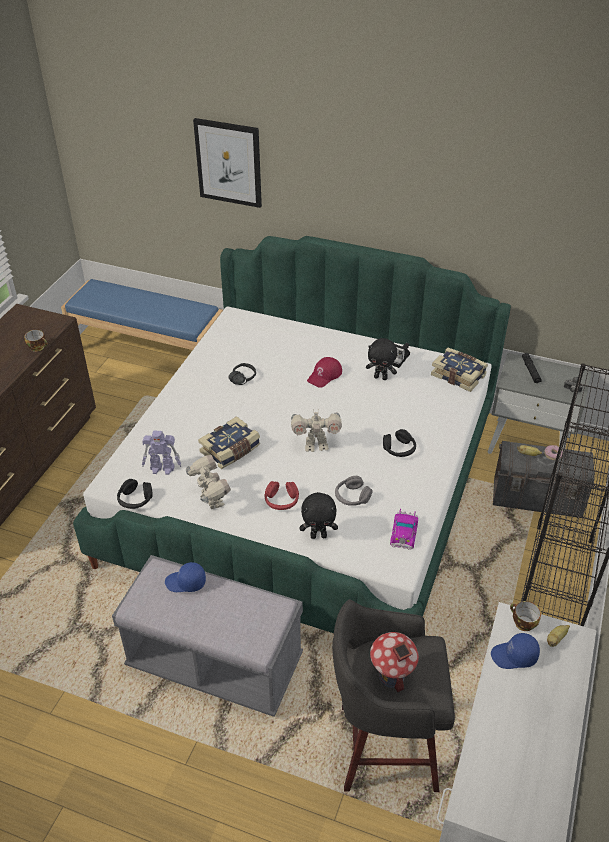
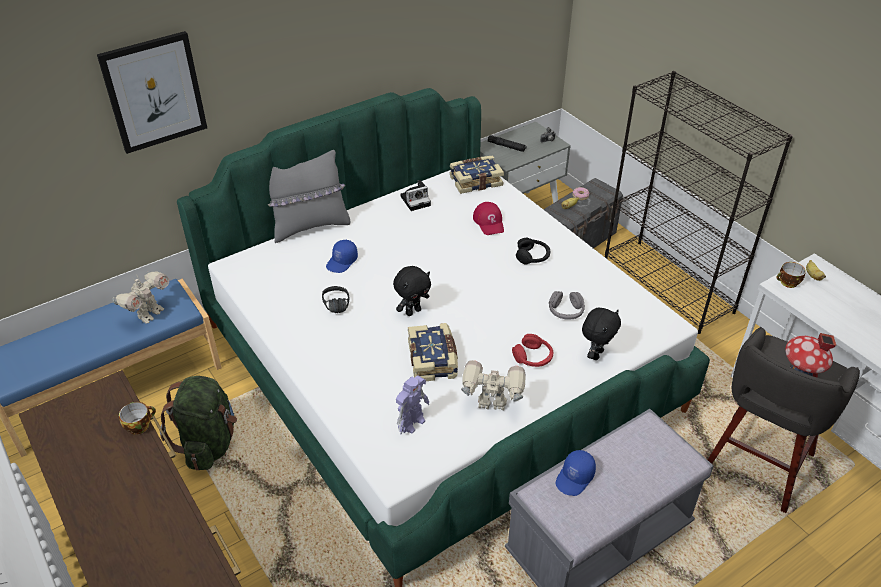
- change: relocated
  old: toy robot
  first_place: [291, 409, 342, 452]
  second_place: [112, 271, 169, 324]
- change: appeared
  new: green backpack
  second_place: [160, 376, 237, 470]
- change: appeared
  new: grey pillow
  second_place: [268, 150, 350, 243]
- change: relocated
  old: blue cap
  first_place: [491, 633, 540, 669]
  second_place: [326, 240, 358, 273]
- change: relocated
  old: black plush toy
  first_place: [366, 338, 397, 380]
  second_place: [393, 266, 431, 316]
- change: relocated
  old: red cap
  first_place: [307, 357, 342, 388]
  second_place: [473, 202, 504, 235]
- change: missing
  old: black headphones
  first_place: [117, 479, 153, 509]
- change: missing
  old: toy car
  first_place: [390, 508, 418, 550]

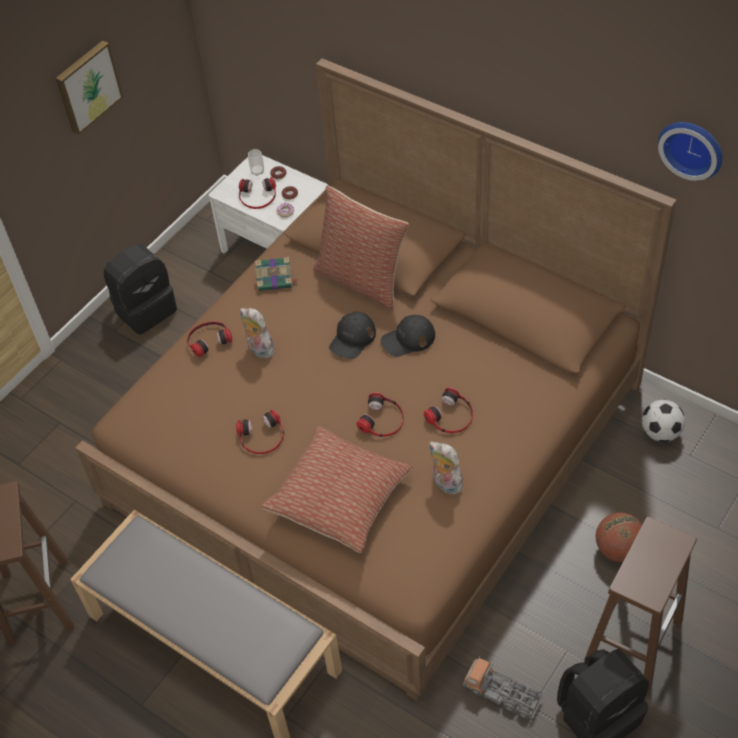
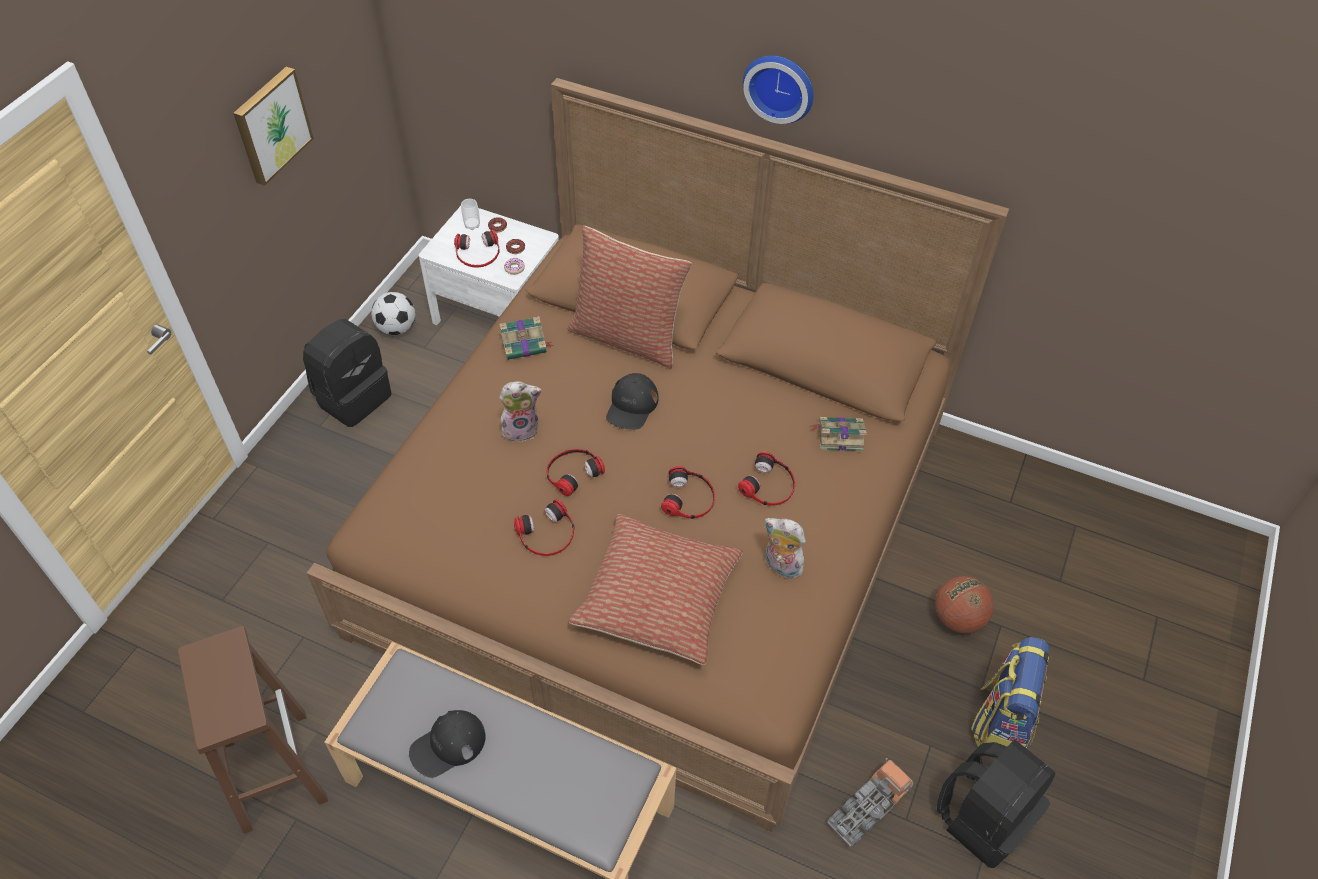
- change: relocated
  old: football
  first_place: [642, 400, 685, 442]
  second_place: [371, 292, 415, 335]
- change: relocated
  old: black cap
  first_place: [381, 315, 435, 357]
  second_place: [409, 710, 486, 778]
- change: spun
  old: plush toy
  first_place: [240, 308, 275, 358]
  second_place: [499, 381, 542, 442]
  degrees: 135
- change: relocated
  old: headphones
  first_place: [187, 322, 232, 357]
  second_place: [547, 449, 605, 496]
- change: relocated
  old: wall clock
  first_place: [658, 122, 722, 181]
  second_place: [743, 55, 814, 124]
- change: appeared
  new: book
  second_place: [812, 417, 867, 452]
- change: spun
  old: toy truck
  first_place: [463, 656, 543, 719]
  second_place: [827, 758, 913, 847]
  degrees: 120
- change: exchanged
  old: brown stool
  new: backpack
  first_place: [584, 517, 697, 692]
  second_place: [971, 637, 1049, 748]

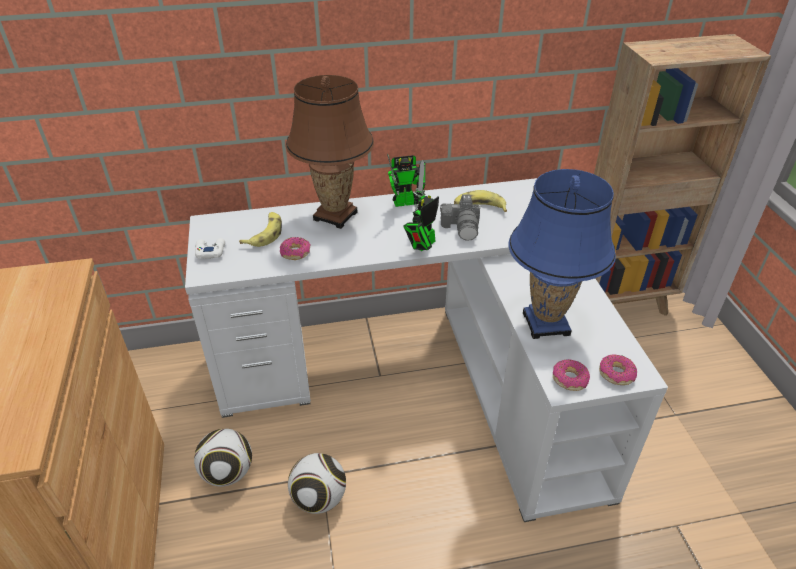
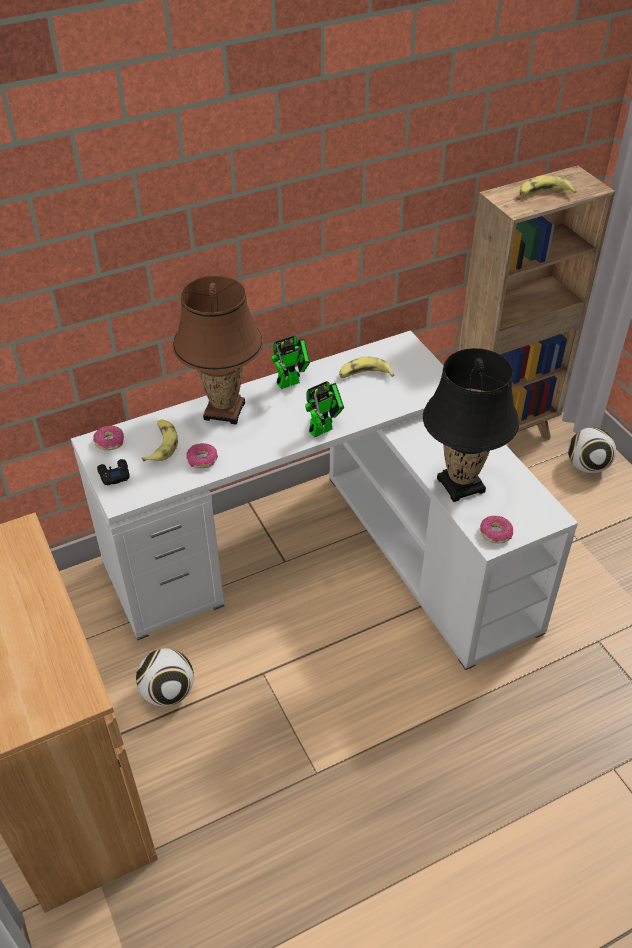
- change: relocated
  old: donut
  first_place: [599, 354, 637, 385]
  second_place: [93, 426, 124, 450]
- change: colour
  old: white game controller
  new: black game controller
  first_place: [195, 238, 225, 259]
  second_place: [97, 459, 130, 486]
- change: spun
  old: toy robot
  first_place: [403, 160, 439, 251]
  second_place: [305, 381, 344, 437]
  degrees: -150
- change: colour
  old: blue table lamp
  new: black table lamp
  first_place: [509, 169, 616, 339]
  second_place: [423, 348, 519, 502]
- change: appeared
  new: banana
  second_place: [520, 175, 577, 197]
- change: relocated
  old: football
  first_place: [288, 453, 346, 514]
  second_place: [568, 427, 616, 474]
- change: missing
  old: photo camera
  first_place: [440, 195, 481, 241]

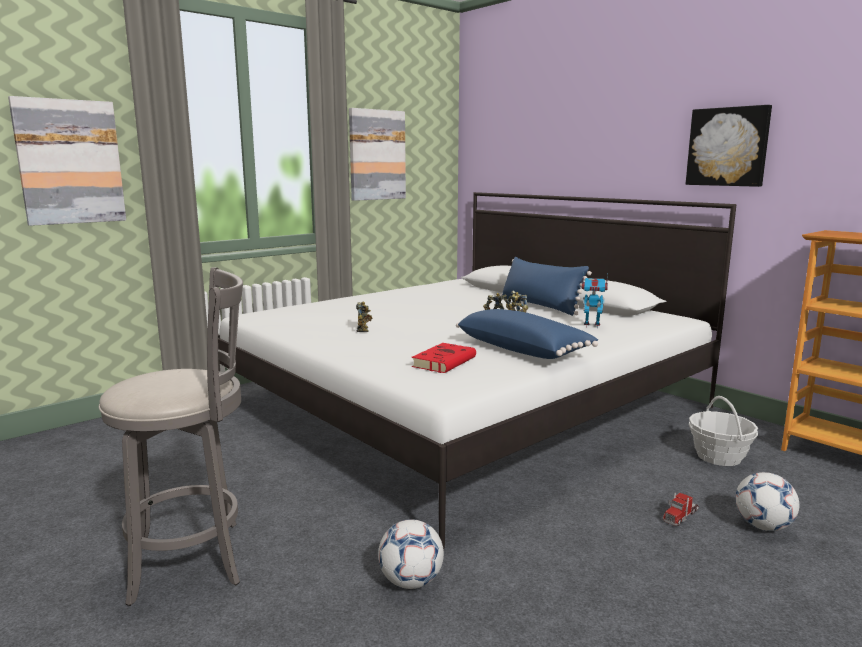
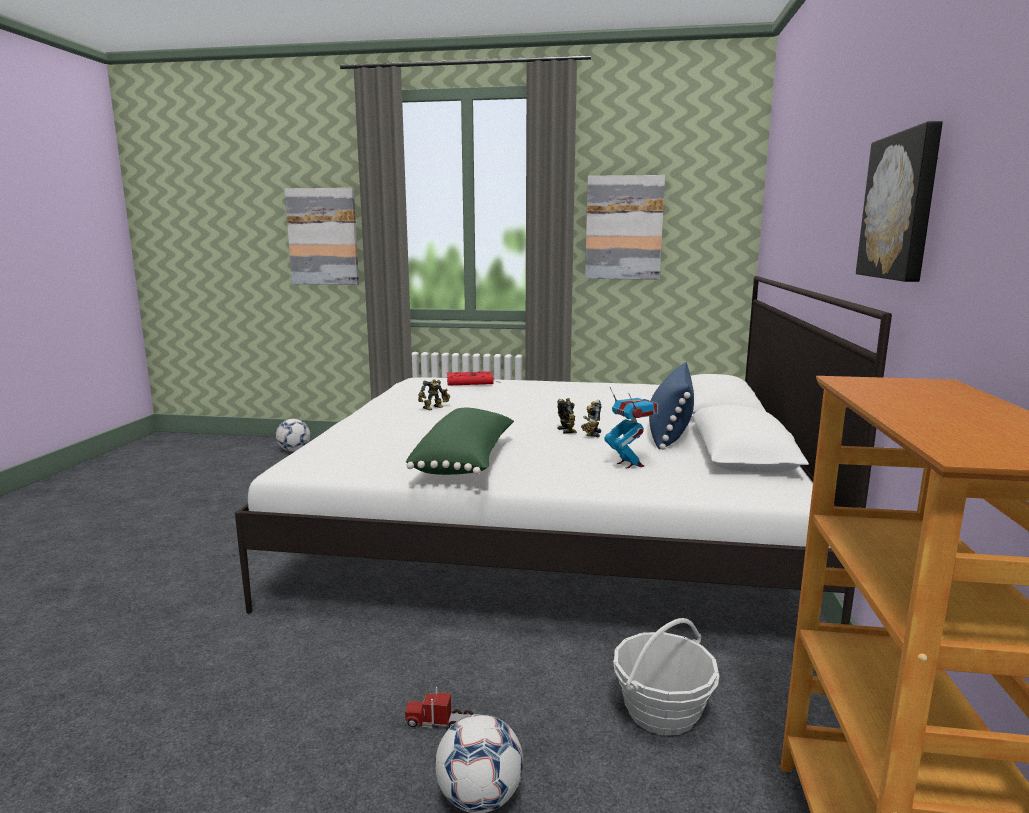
- change: relocated
  old: football
  first_place: [378, 519, 444, 589]
  second_place: [276, 419, 310, 452]
- change: colour
  old: blue pillow
  new: green pillow
  first_place: [456, 309, 598, 359]
  second_place: [406, 408, 514, 475]
- change: relocated
  old: red book
  first_place: [411, 343, 476, 373]
  second_place: [447, 371, 497, 386]
- change: missing
  old: grey stool
  first_place: [99, 267, 243, 606]

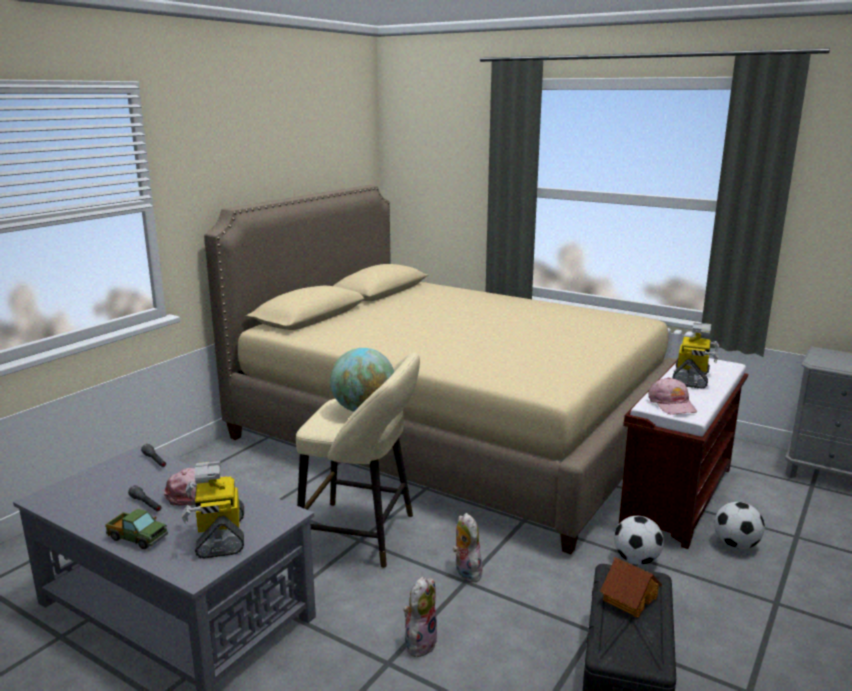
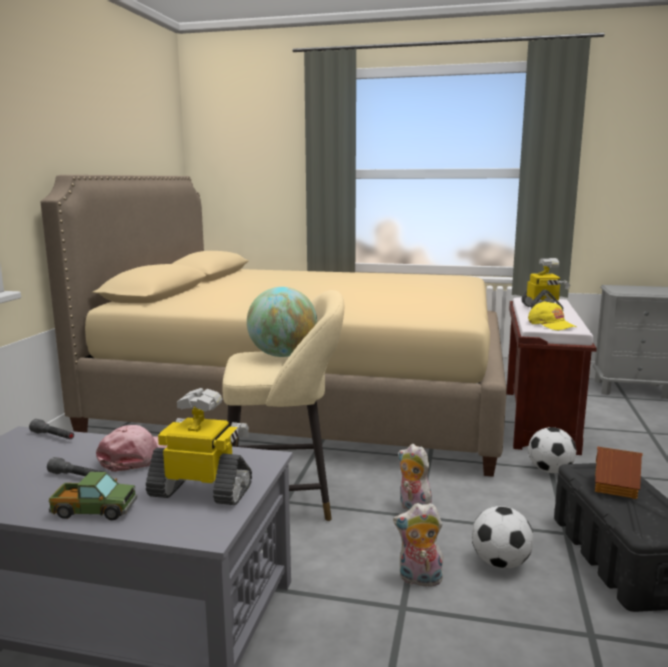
- change: spun
  old: toy robot
  first_place: [182, 461, 244, 559]
  second_place: [146, 388, 252, 505]
  degrees: 135
- change: spun
  old: plush toy
  first_place: [403, 576, 438, 657]
  second_place: [393, 503, 443, 588]
  degrees: -90
- change: relocated
  old: football
  first_place: [714, 502, 765, 549]
  second_place: [472, 506, 534, 569]
- change: colour
  old: pink cap
  new: yellow cap
  first_place: [648, 377, 697, 415]
  second_place: [528, 301, 577, 330]

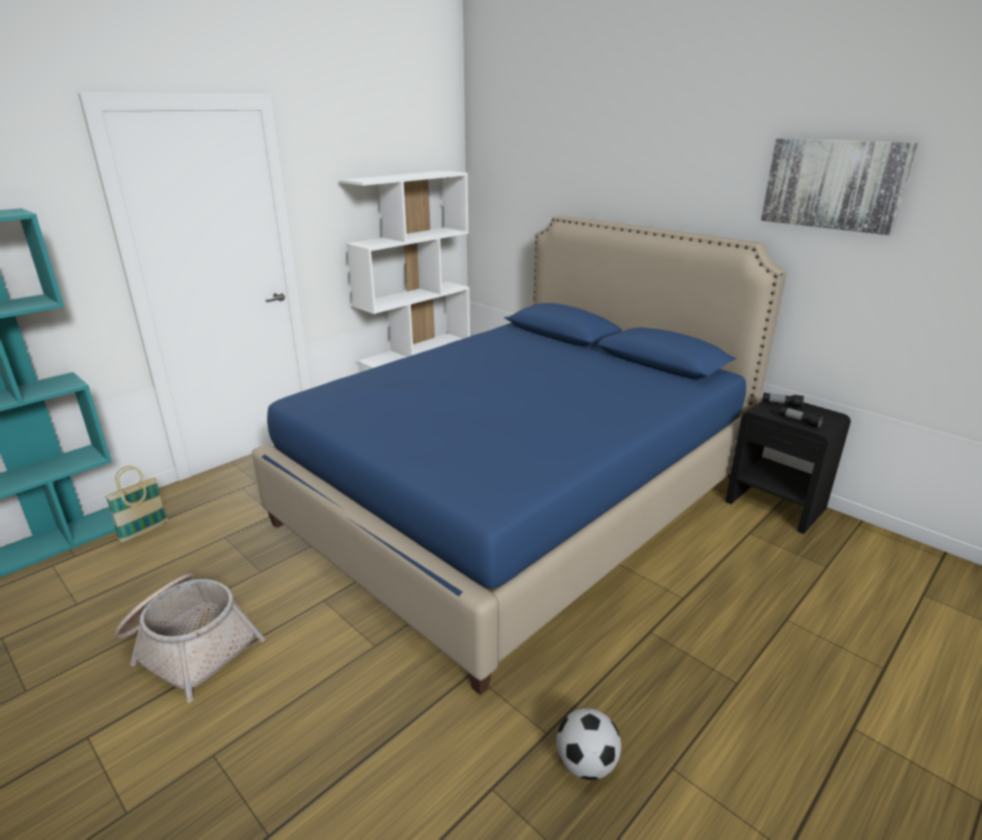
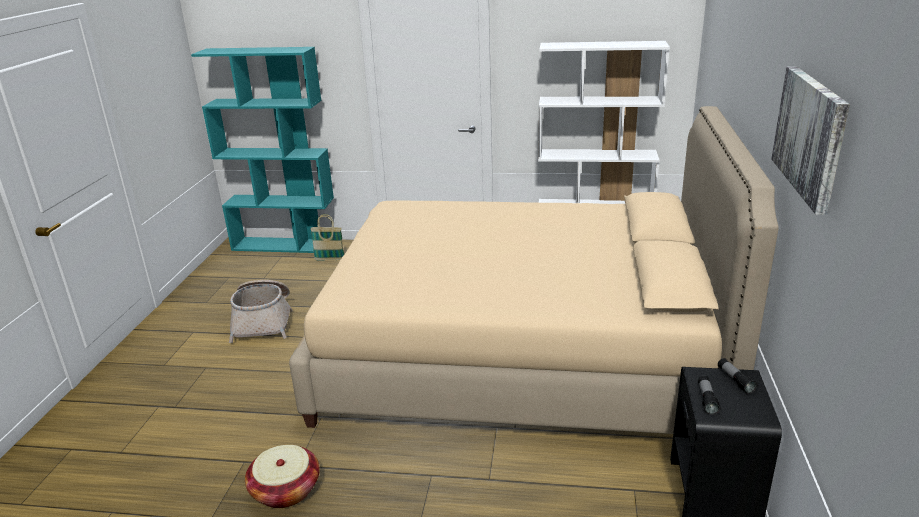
- change: exchanged
  old: football
  new: basket
  first_place: [556, 708, 621, 780]
  second_place: [245, 445, 320, 508]
- change: colour
  old: blue bed
  new: beige bed
  first_place: [252, 215, 787, 695]
  second_place: [289, 106, 779, 434]

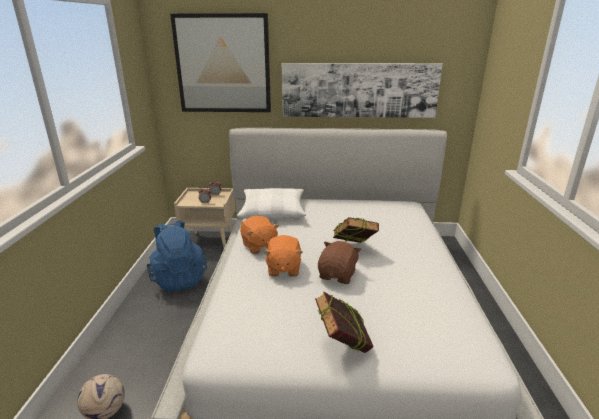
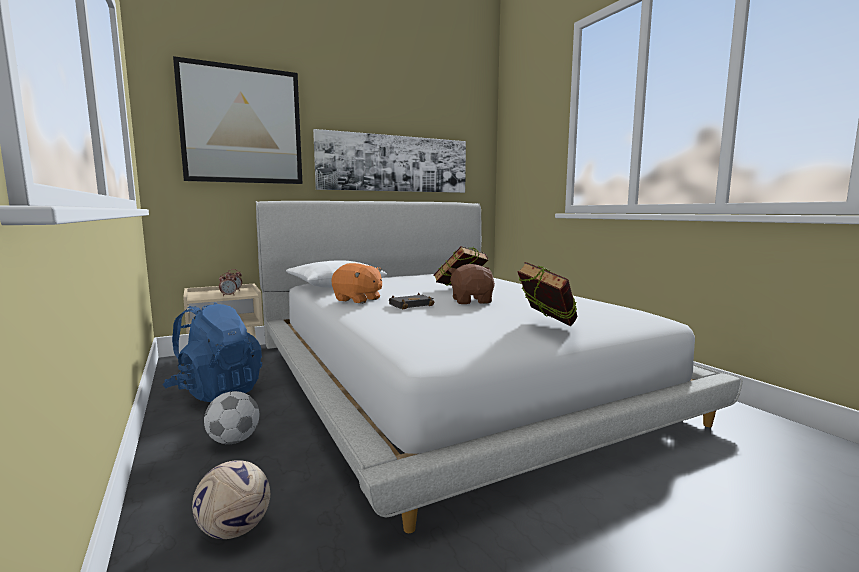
- change: appeared
  new: football
  second_place: [204, 391, 259, 444]
- change: exchanged
  old: orange plush toy
  new: black book
  first_place: [263, 235, 303, 276]
  second_place: [389, 293, 435, 309]

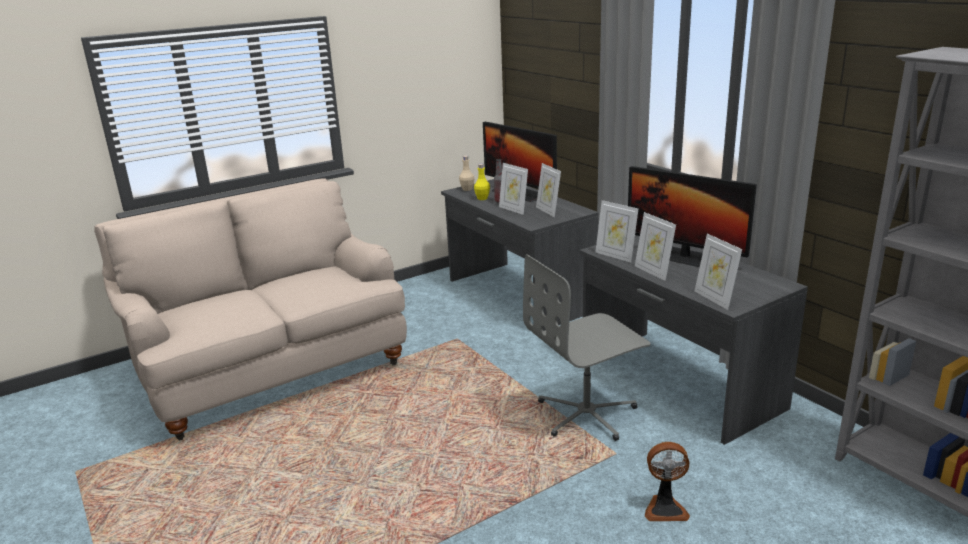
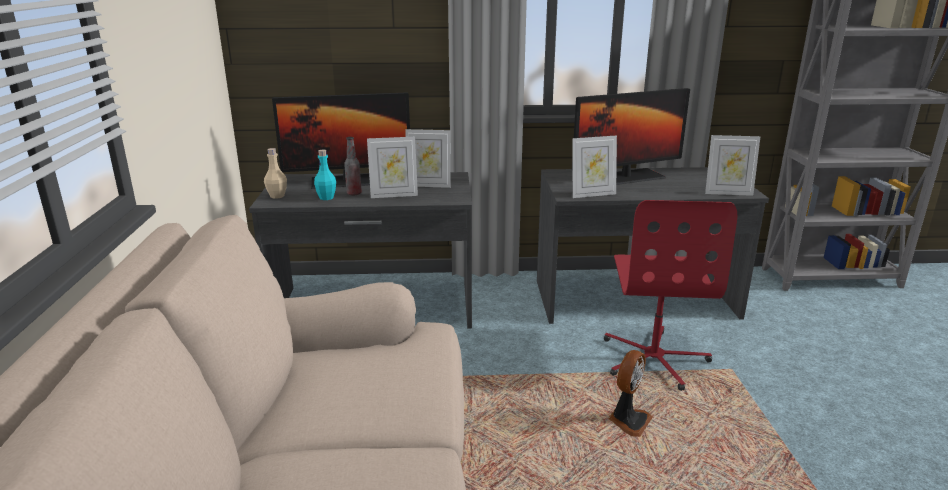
- change: colour
  old: yellow bottle
  new: turquoise bottle
  first_place: [474, 164, 490, 200]
  second_place: [314, 150, 336, 200]
- change: colour
  old: grey office chair
  new: red office chair
  first_place: [523, 254, 651, 441]
  second_place: [604, 200, 737, 391]
- change: relocated
  old: fan
  first_place: [645, 442, 690, 521]
  second_place: [608, 350, 653, 437]
- change: missing
  old: picture frame
  first_place: [635, 212, 676, 281]

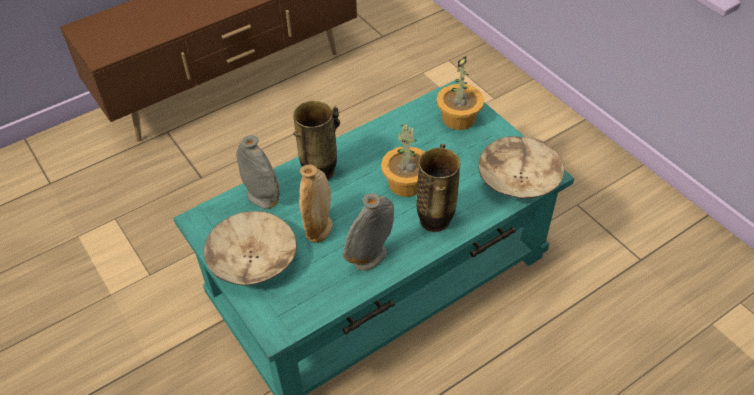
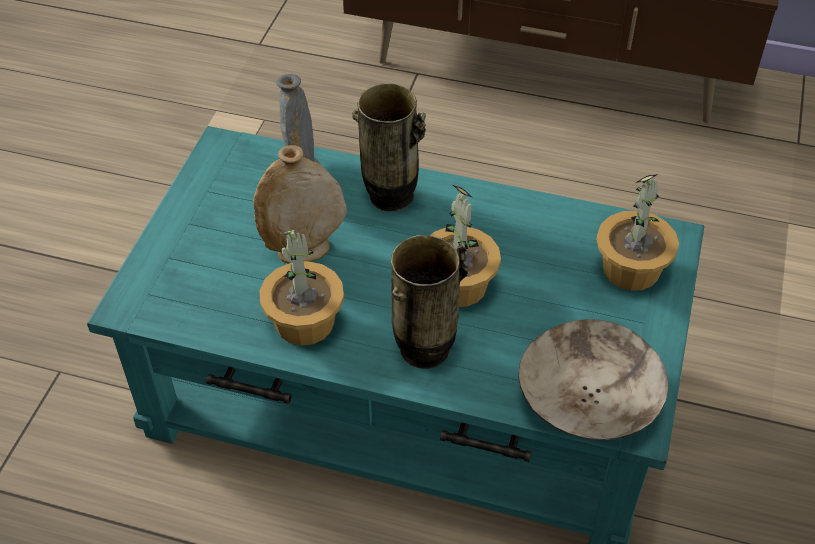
- change: exchanged
  old: grey vase
  new: potted plant
  first_place: [343, 193, 394, 271]
  second_place: [260, 229, 344, 346]
- change: missing
  old: beige bowl
  first_place: [204, 211, 297, 286]

